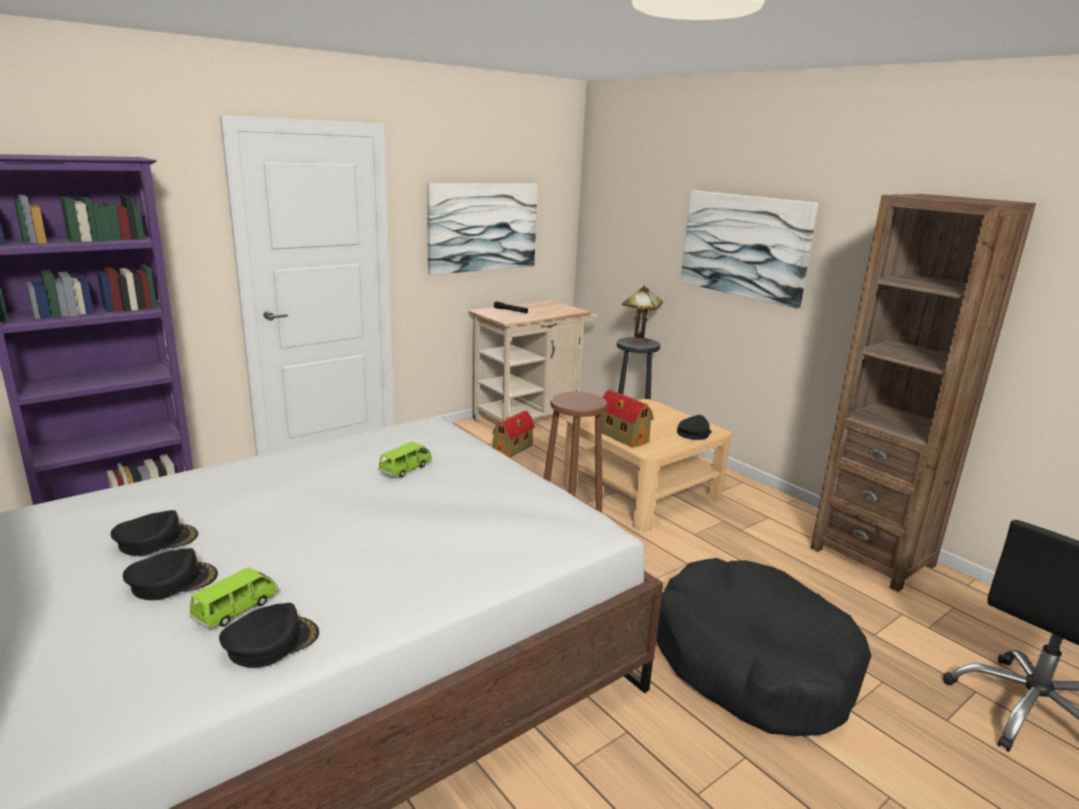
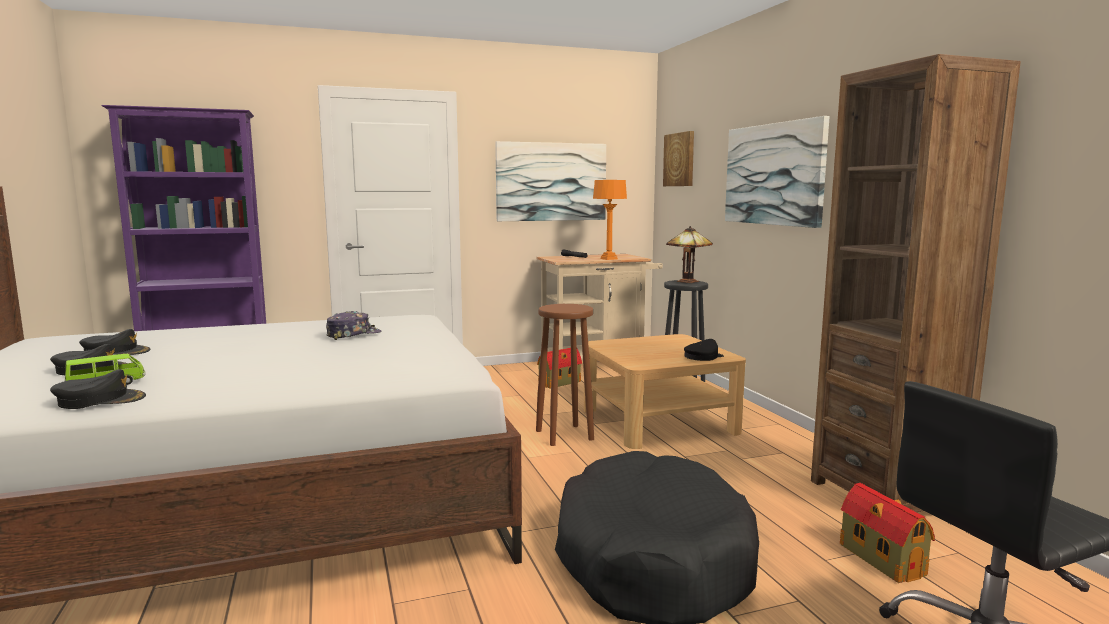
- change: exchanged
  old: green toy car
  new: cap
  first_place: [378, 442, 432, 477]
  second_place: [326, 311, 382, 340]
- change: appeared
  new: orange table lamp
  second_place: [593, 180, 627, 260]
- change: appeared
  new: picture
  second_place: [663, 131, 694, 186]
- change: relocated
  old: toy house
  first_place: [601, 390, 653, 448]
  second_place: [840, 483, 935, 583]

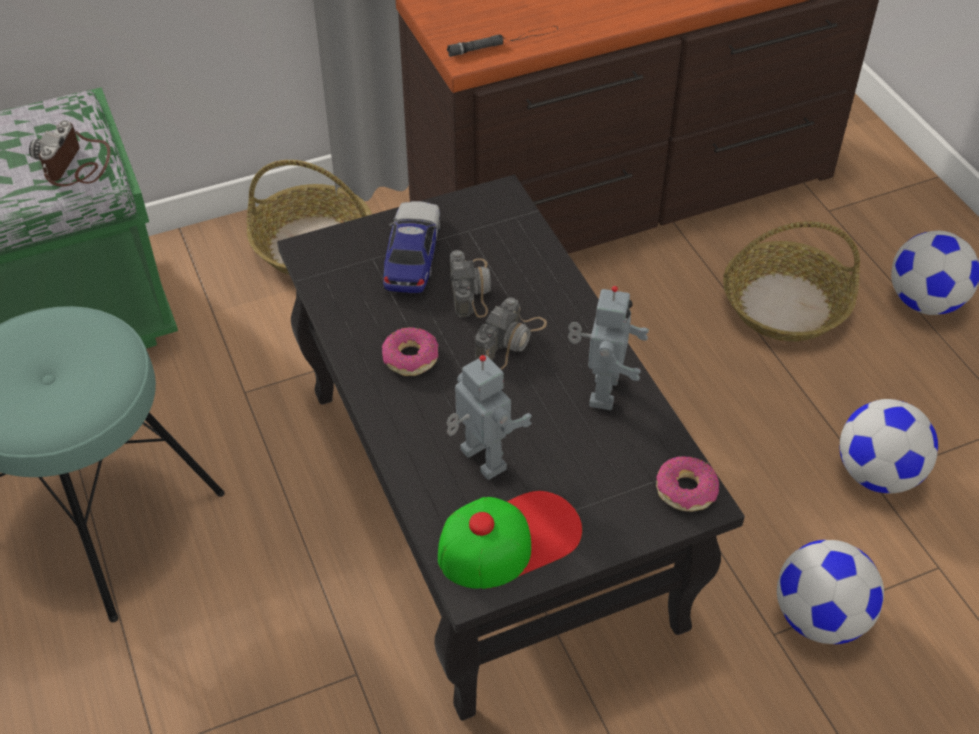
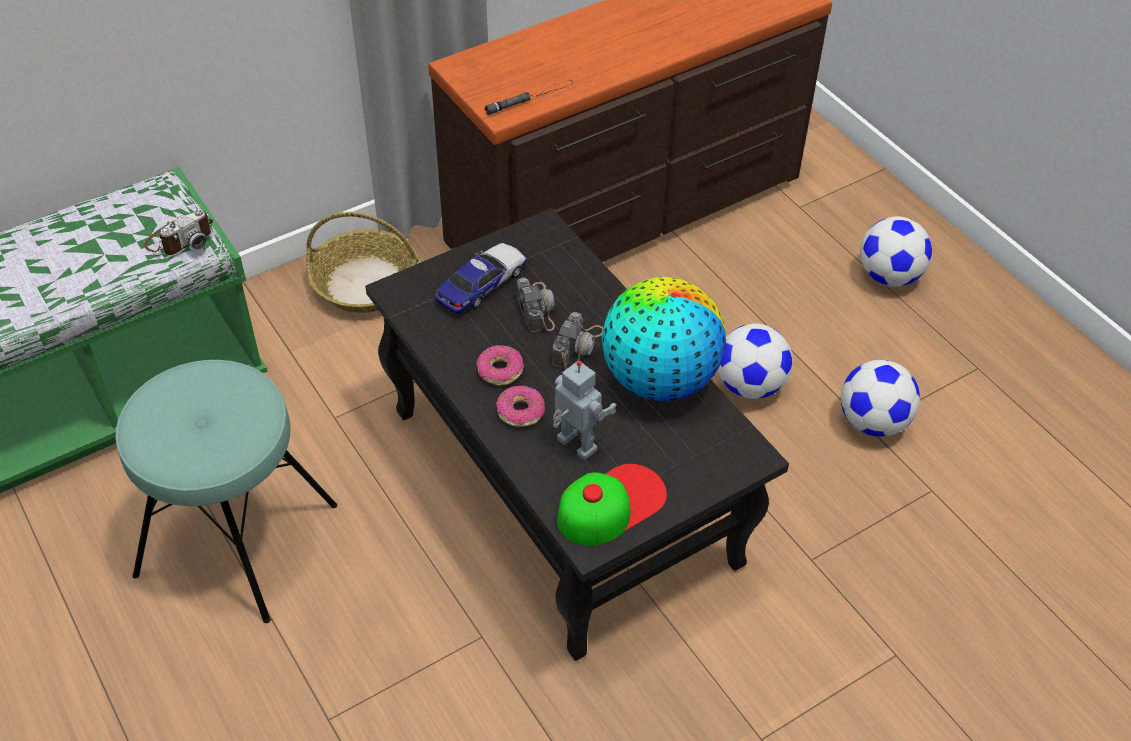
- change: spun
  old: photo camera
  first_place: [29, 120, 110, 187]
  second_place: [144, 209, 213, 255]
  degrees: -135
- change: spun
  old: toy car
  first_place: [383, 201, 441, 293]
  second_place: [434, 243, 527, 314]
  degrees: 45
- change: relocated
  old: donut
  first_place: [656, 456, 719, 512]
  second_place: [496, 386, 545, 427]
- change: exchanged
  old: toy robot
  new: globe
  first_place: [568, 286, 649, 410]
  second_place: [602, 277, 726, 401]
- change: relocated
  old: football
  first_place: [777, 540, 884, 644]
  second_place: [718, 323, 793, 399]
- change: missing
  old: basket
  first_place: [723, 221, 860, 341]

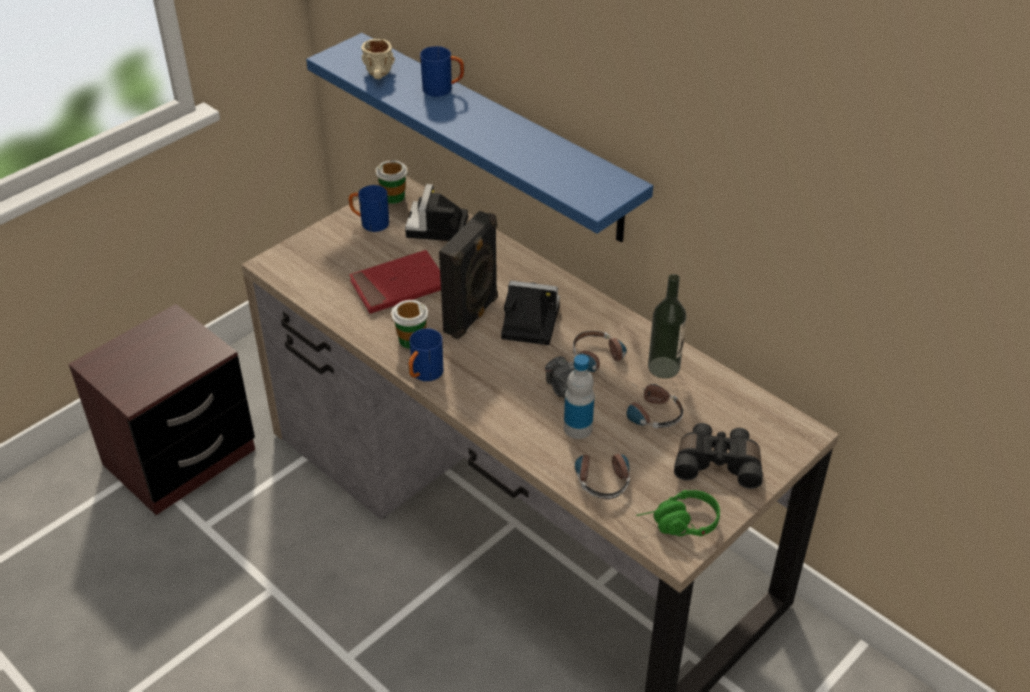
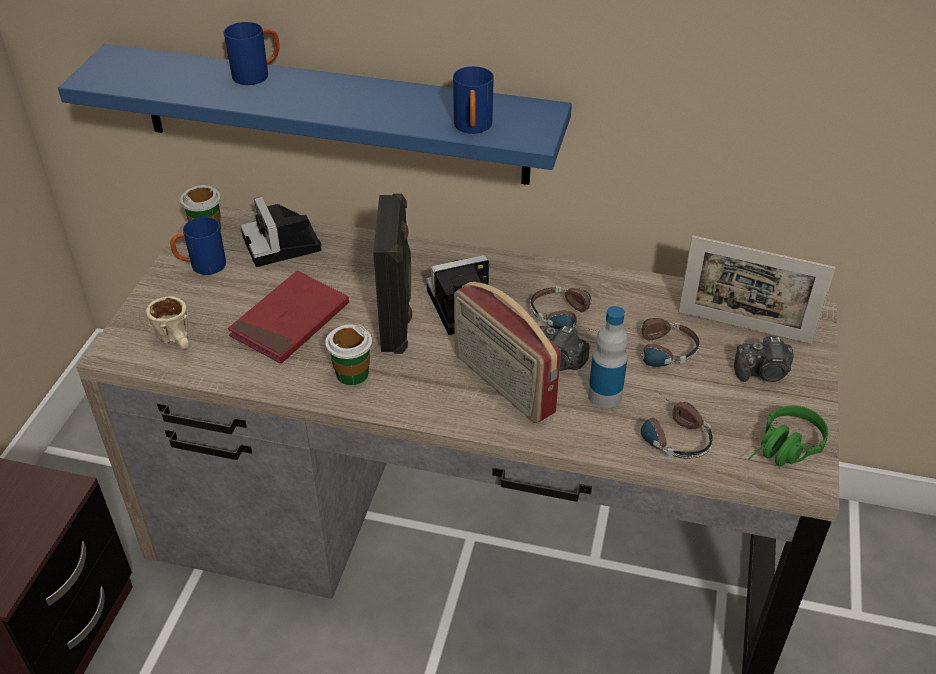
- change: relocated
  old: beige mug
  first_place: [361, 39, 395, 79]
  second_place: [146, 296, 190, 349]
- change: relocated
  old: blue mug
  first_place: [408, 328, 443, 381]
  second_place: [453, 66, 494, 134]
- change: appeared
  new: radio
  second_place: [454, 281, 561, 423]
- change: appeared
  new: picture frame
  second_place: [678, 235, 836, 344]
- change: exchanged
  old: black binoculars
  new: photo camera
  first_place: [674, 423, 763, 489]
  second_place: [734, 336, 794, 382]
- change: missing
  old: bottle
  first_place: [648, 274, 687, 379]

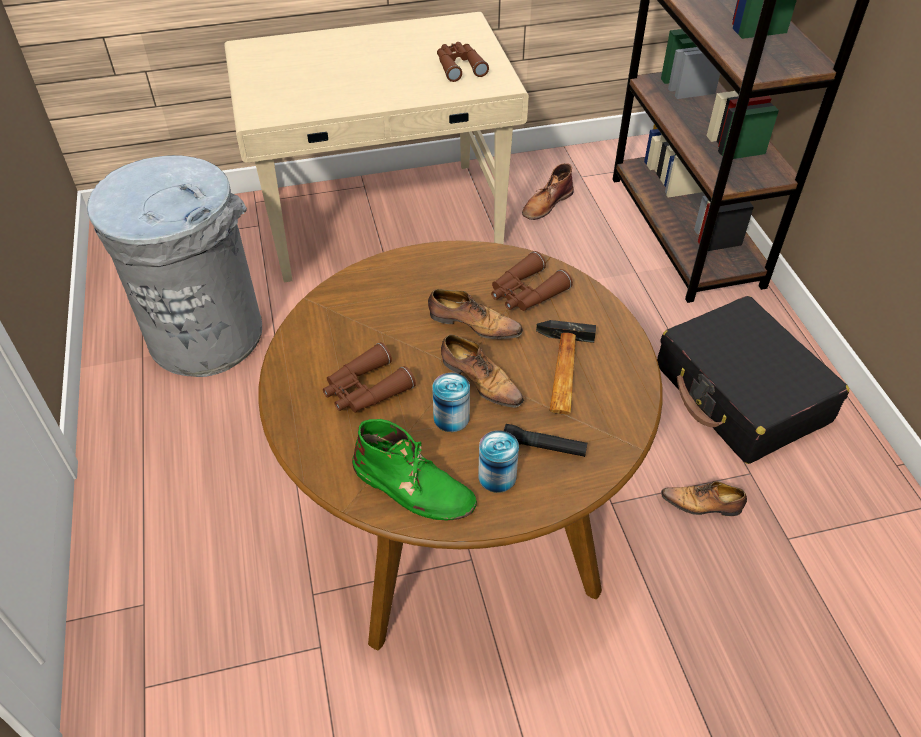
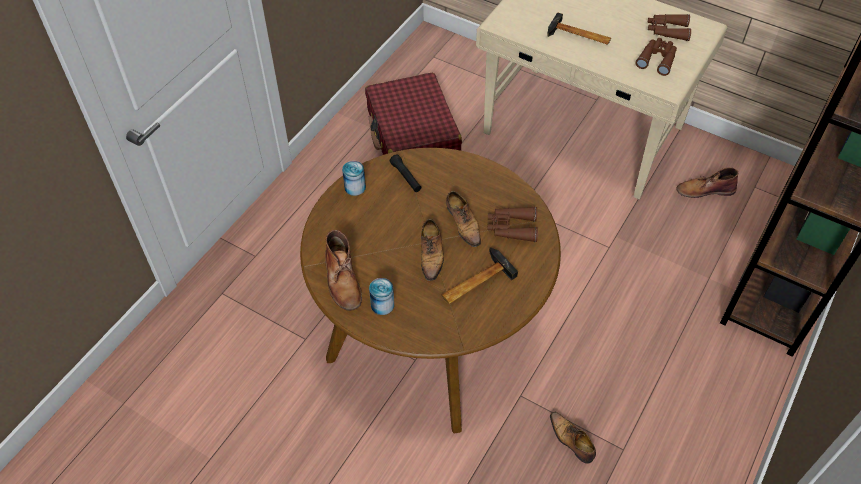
- change: colour
  old: green boot
  new: brown boot
  first_place: [352, 419, 477, 521]
  second_place: [325, 230, 362, 311]
- change: relocated
  old: can
  first_place: [432, 373, 470, 432]
  second_place: [342, 161, 366, 196]
- change: exchanged
  old: grey trash can
  new: red suitcase
  first_place: [87, 155, 262, 377]
  second_place: [365, 73, 462, 155]
- change: relocated
  old: black flashlight
  first_place: [504, 424, 587, 457]
  second_place: [390, 154, 421, 192]
- change: appeared
  new: hammer
  second_place: [547, 12, 611, 45]
- change: relocated
  old: brown binoculars
  first_place: [323, 342, 416, 413]
  second_place: [648, 14, 691, 41]
- change: missing
  old: black suitcase
  first_place: [657, 296, 849, 464]

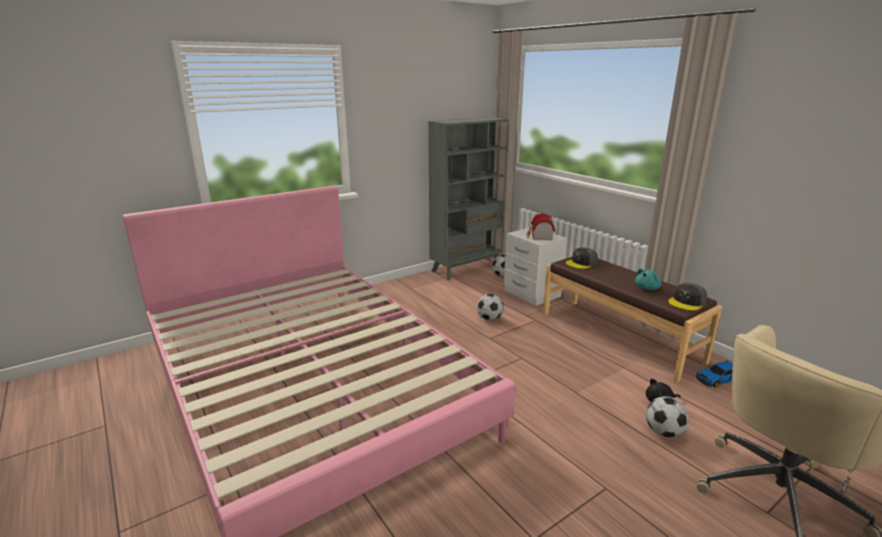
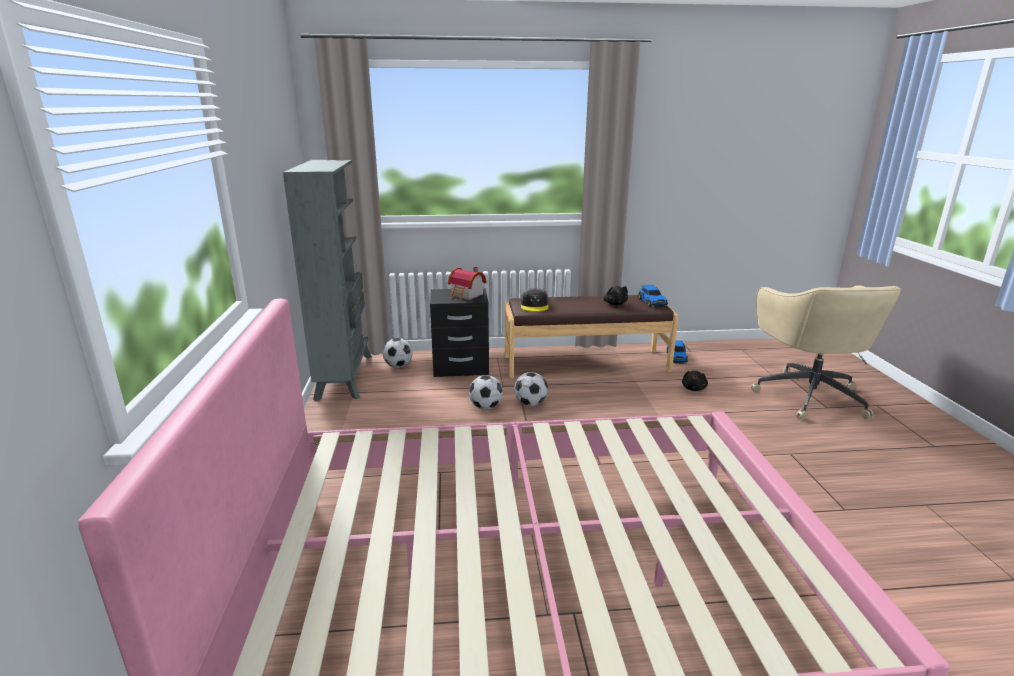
- change: colour
  old: white nightstand
  new: black nightstand
  first_place: [504, 227, 567, 306]
  second_place: [430, 288, 489, 377]
- change: relocated
  old: football
  first_place: [646, 396, 689, 437]
  second_place: [514, 372, 548, 406]
- change: colour
  old: turquoise plush toy
  new: black plush toy
  first_place: [635, 268, 662, 290]
  second_place: [604, 286, 628, 305]
- change: exchanged
  old: grey cap
  new: toy car
  first_place: [668, 282, 707, 311]
  second_place: [638, 285, 668, 307]

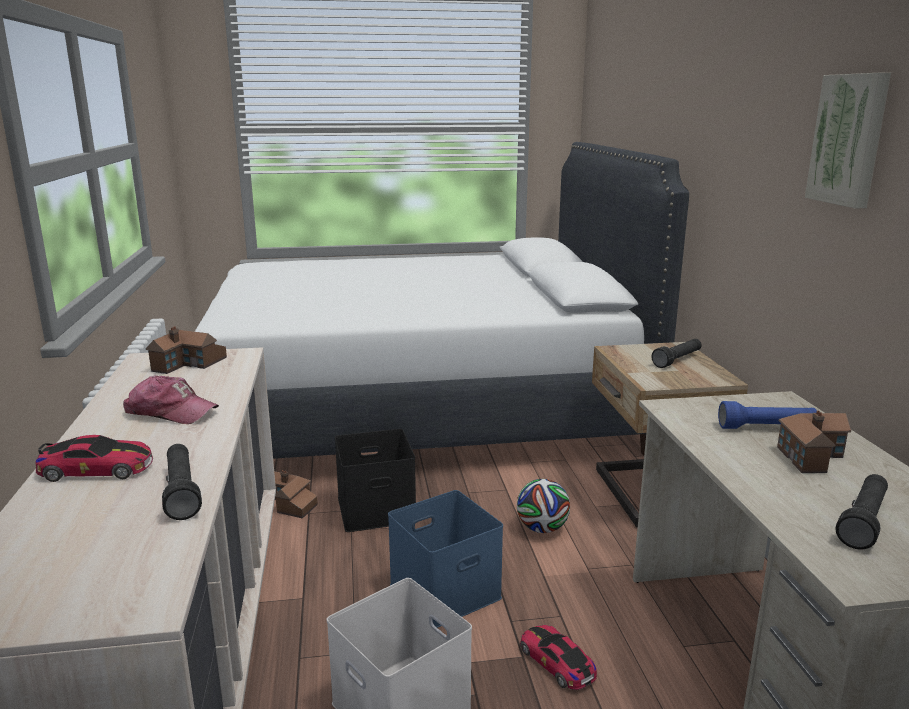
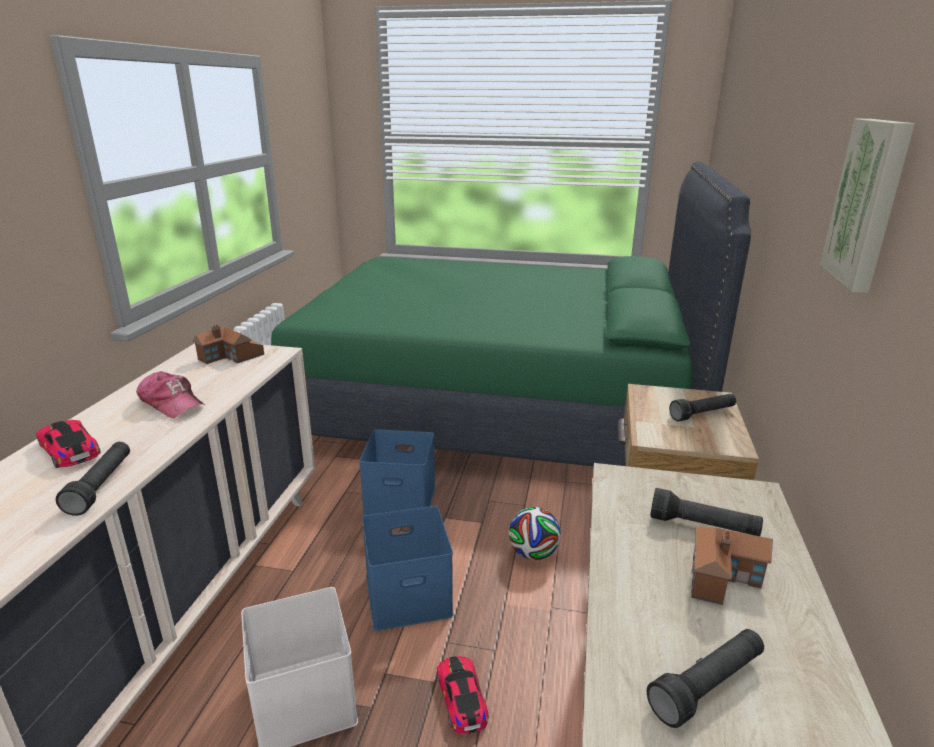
- change: spun
  old: toy car
  first_place: [35, 435, 153, 482]
  second_place: [36, 420, 101, 468]
  degrees: -150
- change: colour
  old: white bed
  new: green bed
  first_place: [195, 142, 689, 459]
  second_place: [271, 161, 751, 466]
- change: colour
  old: black storage box
  new: blue storage box
  first_place: [335, 429, 416, 532]
  second_place: [359, 429, 435, 516]
- change: colour
  old: blue flashlight
  new: black flashlight
  first_place: [718, 401, 817, 429]
  second_place: [650, 488, 763, 536]
- change: missing
  old: toy house
  first_place: [274, 470, 318, 519]

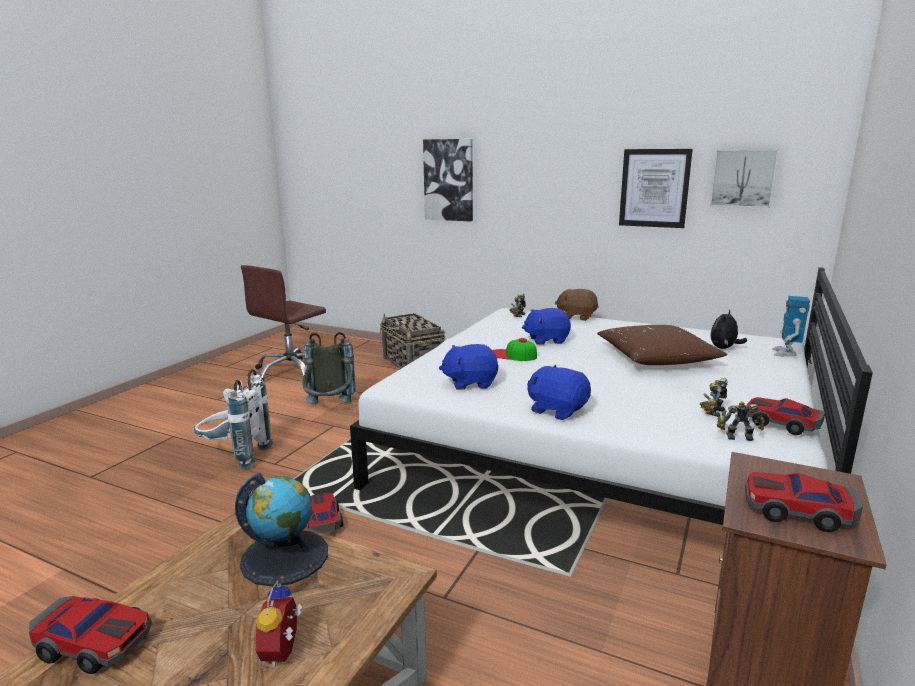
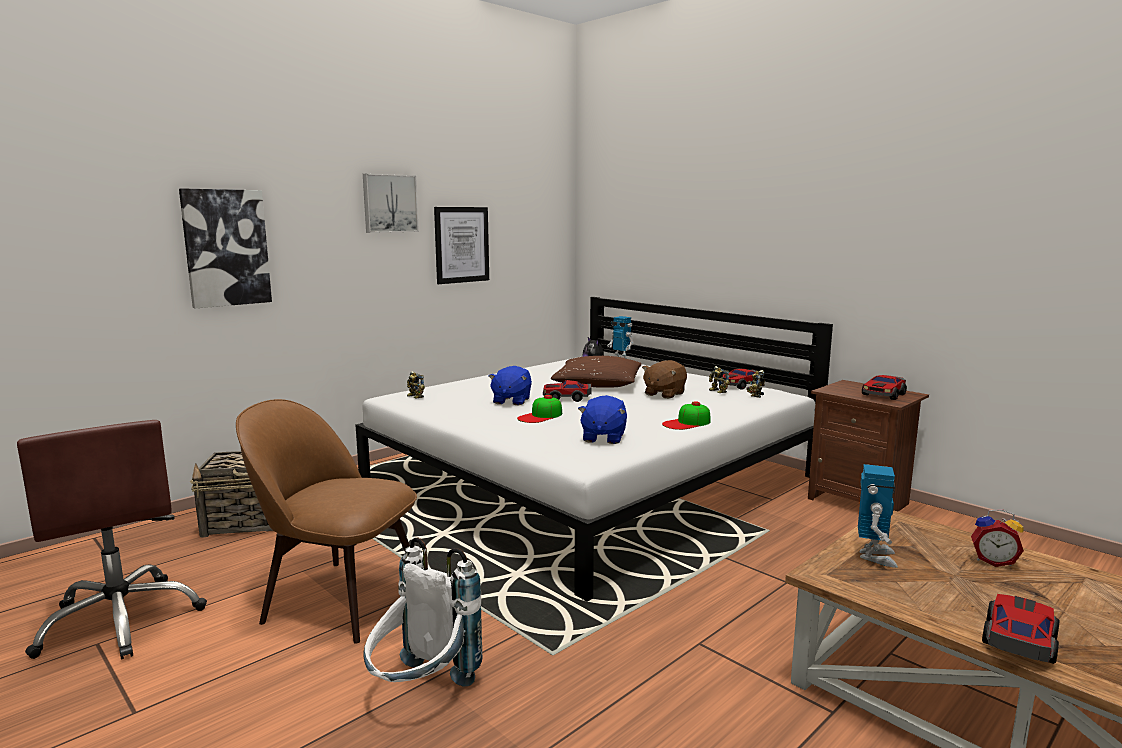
- change: exchanged
  old: grey backpack
  new: brown chair
  first_place: [302, 332, 356, 404]
  second_place: [236, 399, 417, 644]
- change: relocated
  old: picture
  first_place: [710, 149, 779, 208]
  second_place: [363, 173, 419, 233]
- change: relocated
  old: toy car
  first_place: [306, 493, 343, 533]
  second_place: [543, 380, 591, 402]
- change: relocated
  old: brown plush toy
  first_place: [555, 289, 599, 321]
  second_place: [642, 360, 687, 399]
- change: exchanged
  old: blue plush toy
  new: cap
  first_place: [527, 365, 591, 420]
  second_place: [662, 401, 711, 430]
- change: exchanged
  old: globe
  new: toy robot
  first_place: [235, 473, 328, 587]
  second_place: [858, 464, 898, 568]

